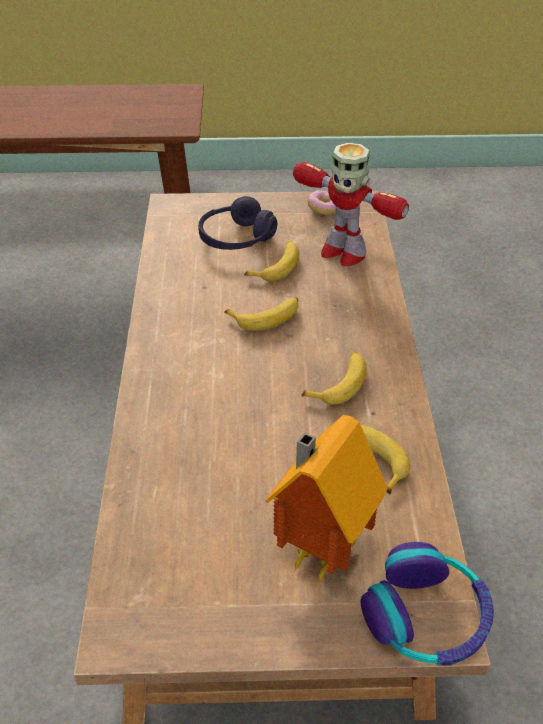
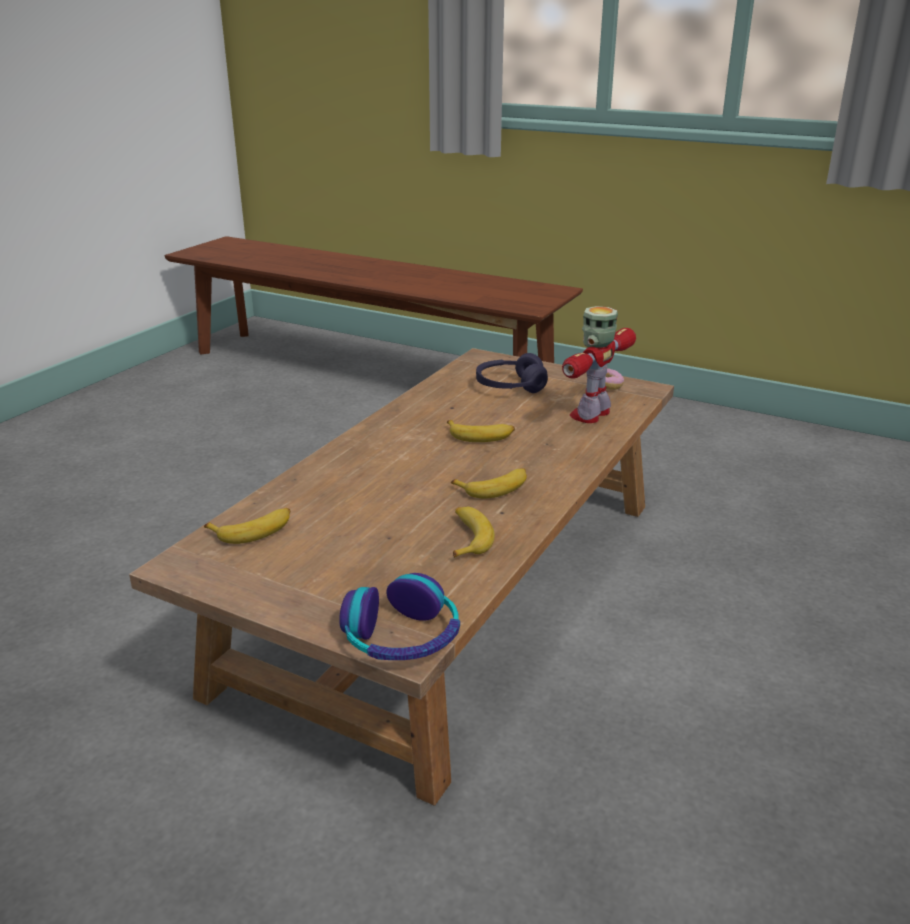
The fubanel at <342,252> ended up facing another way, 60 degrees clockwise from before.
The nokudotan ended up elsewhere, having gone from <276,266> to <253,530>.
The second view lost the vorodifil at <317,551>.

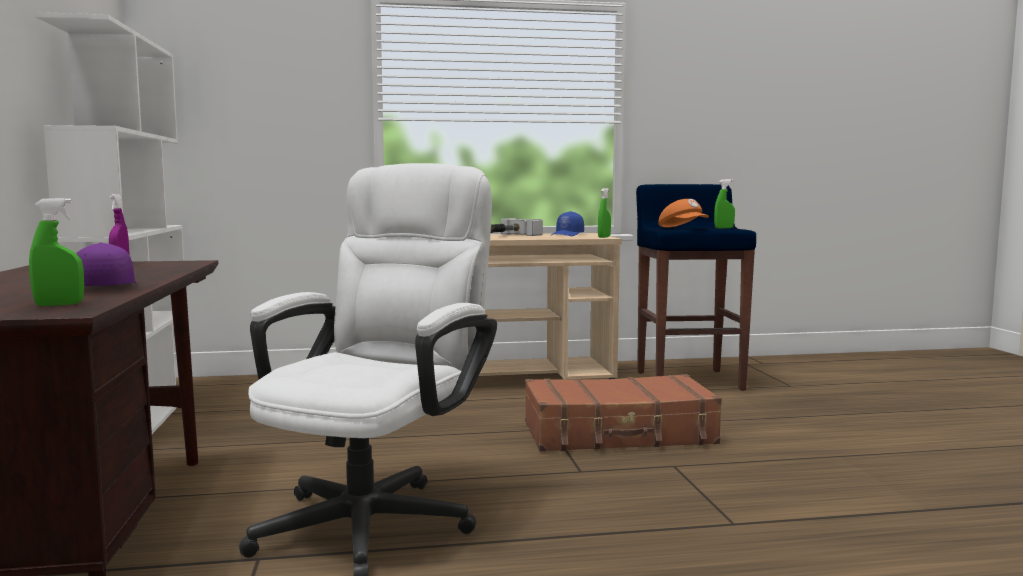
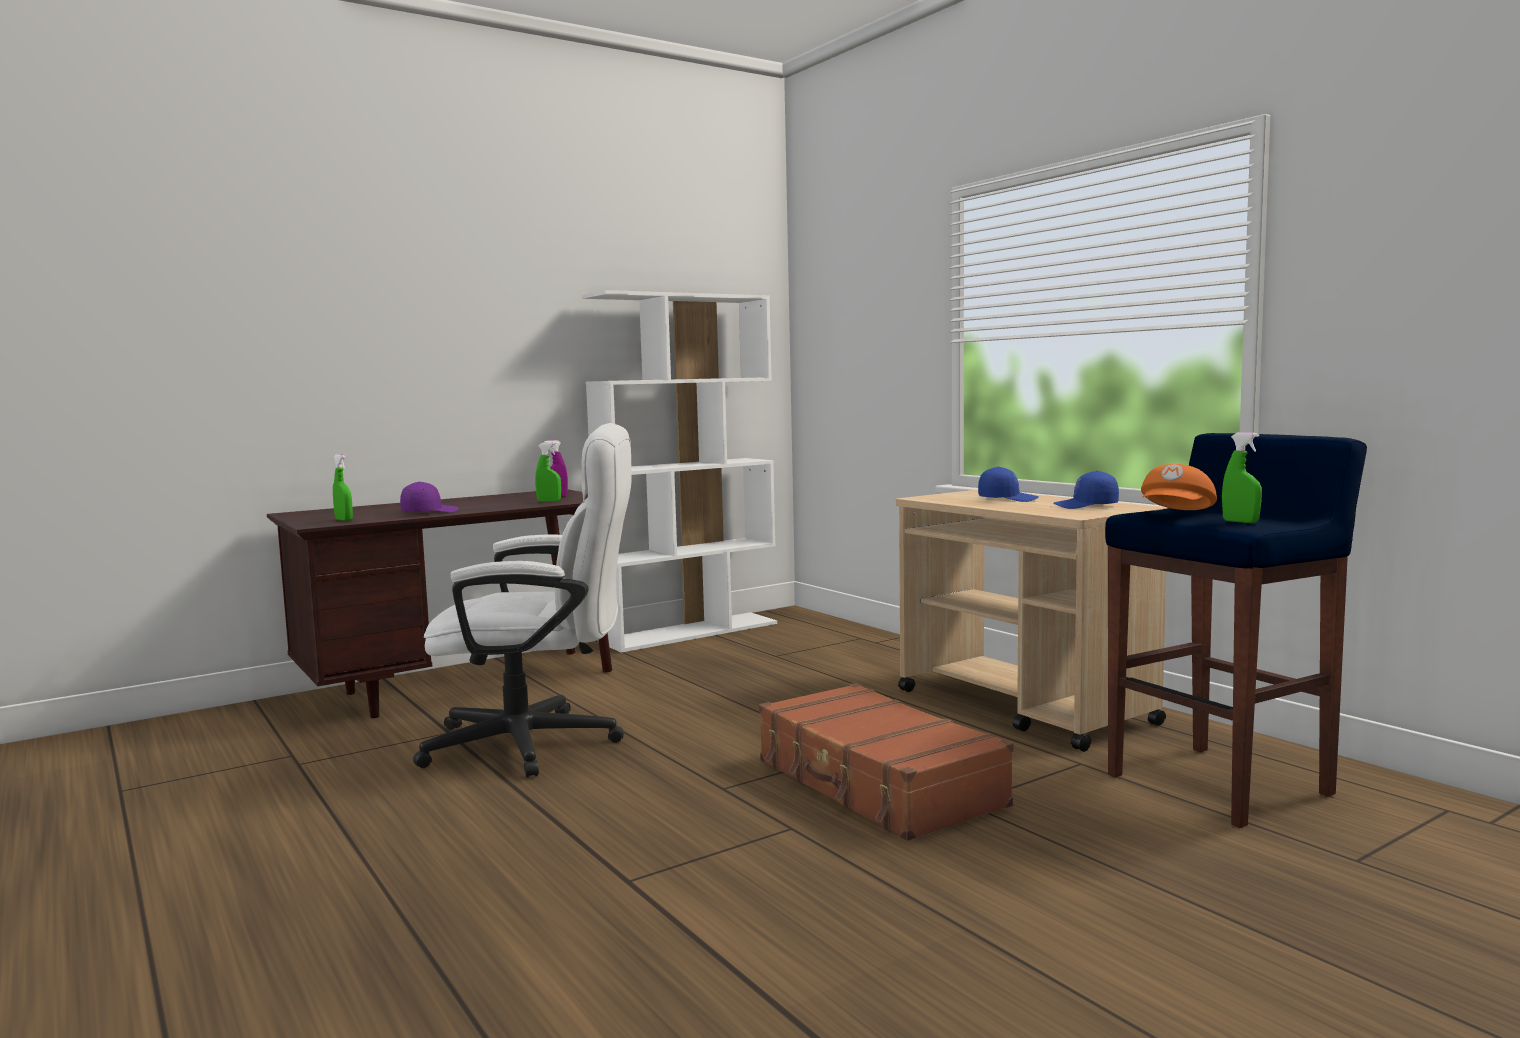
The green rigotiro ended up elsewhere, having gone from <604,237> to <549,501>.
Where the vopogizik stood at <506,236>, the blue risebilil came to stand at <1007,499>.

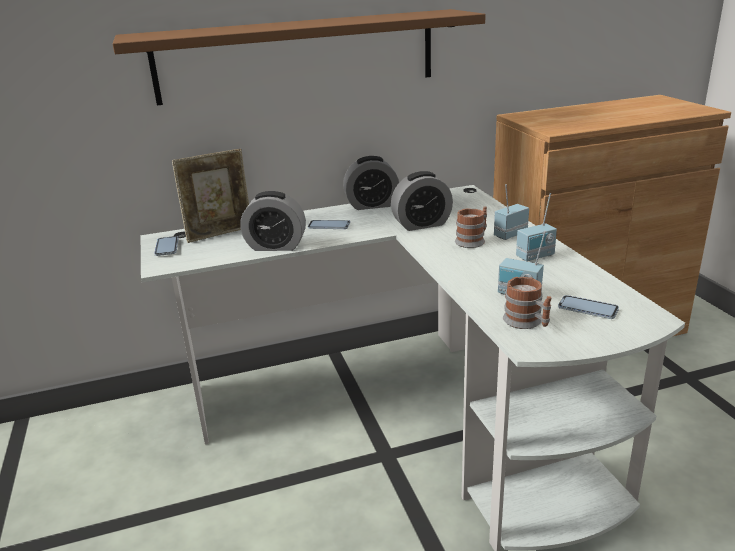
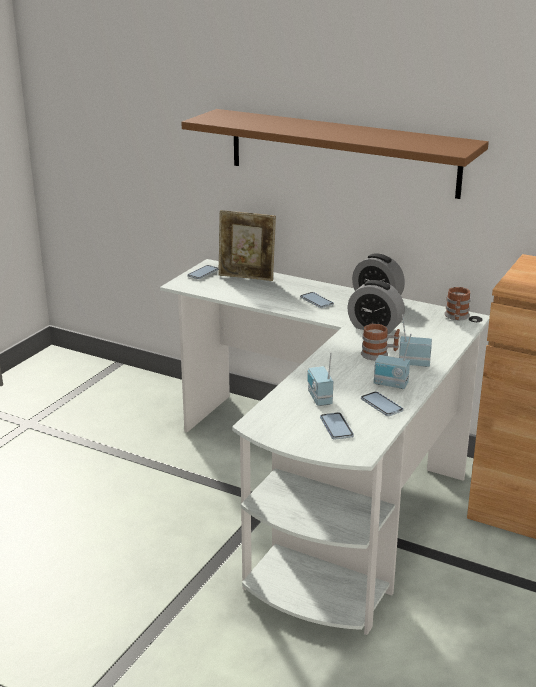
The second view lost the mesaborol at <276,246>.
The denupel ended up elsewhere, having gone from <527,322> to <456,317>.
The second view gained the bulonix at <381,405>.

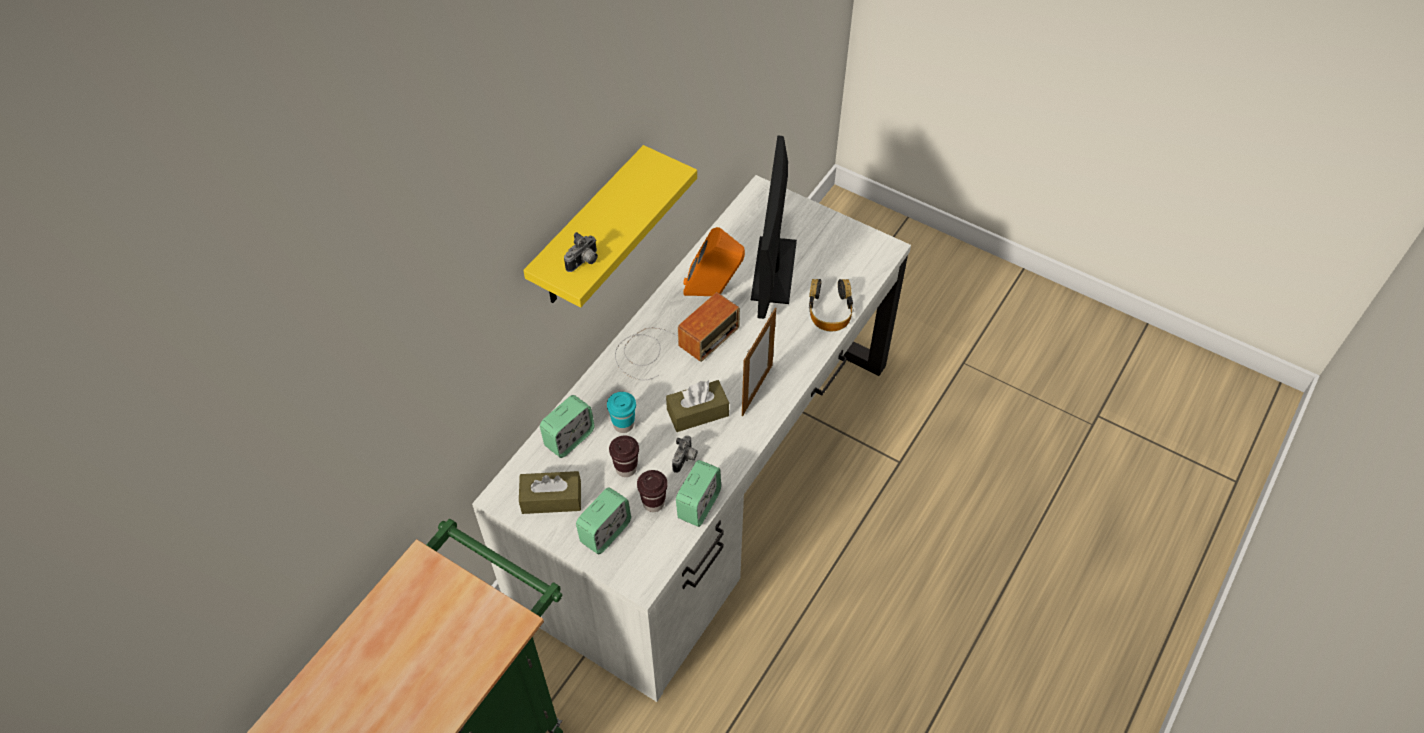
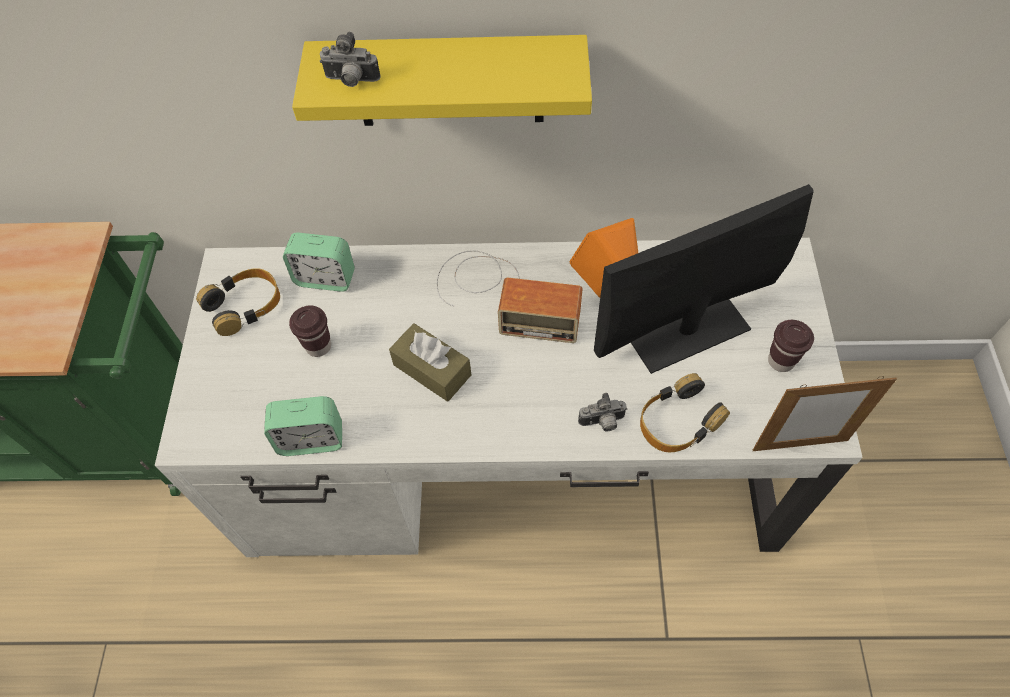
The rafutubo ended up elsewhere, having gone from <757,390> to <800,445>.
The second view lost the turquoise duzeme at <623,424>.
The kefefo ended up elsewhere, having gone from <685,459> to <602,423>.
The brown duzeme ended up elsewhere, having gone from <653,503> to <781,361>.
Where the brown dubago stood at <551,499>, the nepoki came to stand at <245,305>.
The second view lost the mesaborol at <605,532>.

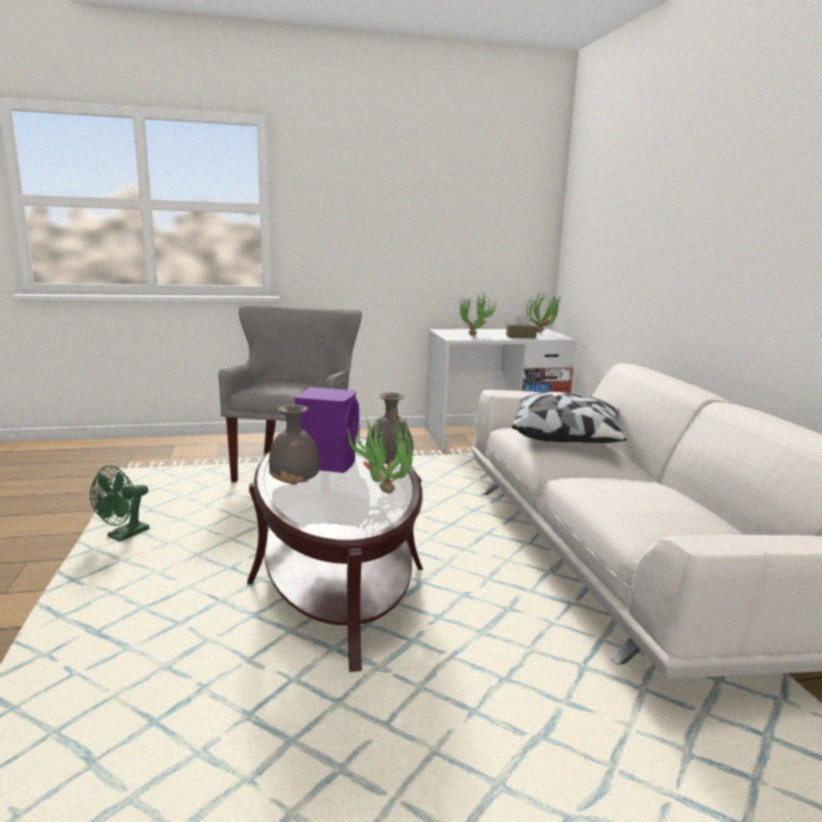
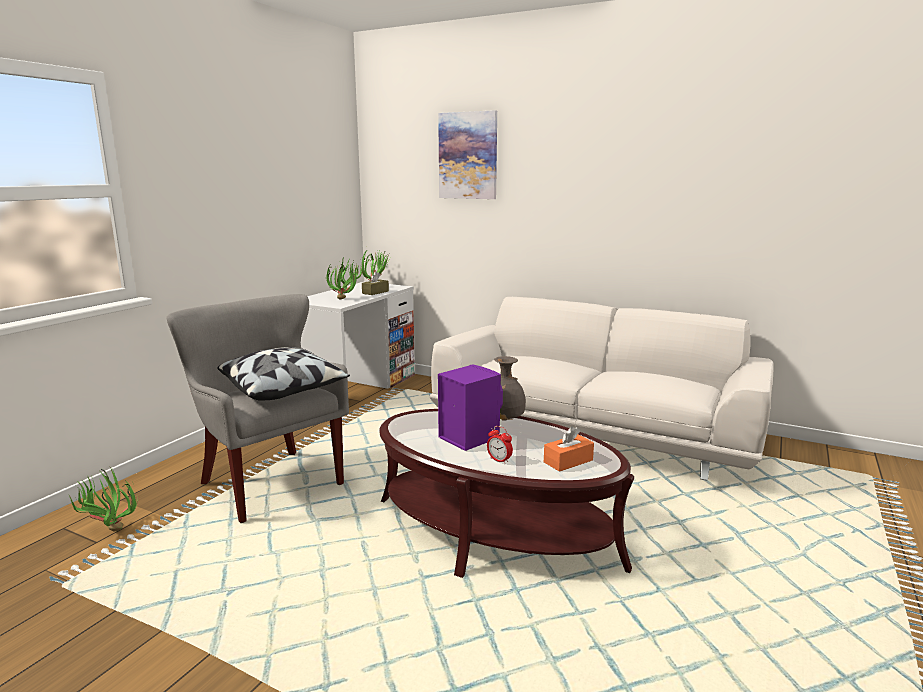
The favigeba ended up elsewhere, having gone from <567,437> to <284,390>.
Where the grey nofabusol stood at <295,484>, the mesaborol came to stand at <499,460>.
The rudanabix ended up elsewhere, having gone from <381,489> to <109,530>.
The second view lost the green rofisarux at <123,536>.
The second view gained the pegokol at <468,156>.
The second view gained the orange dubago at <568,461>.

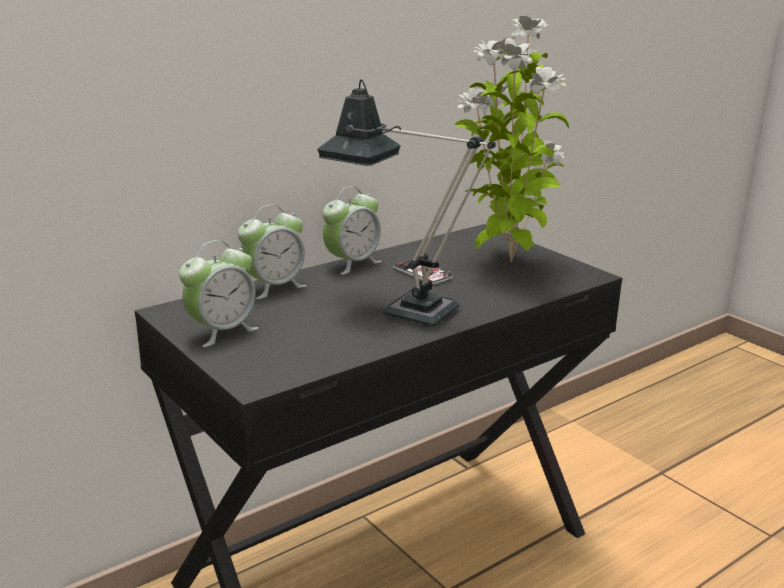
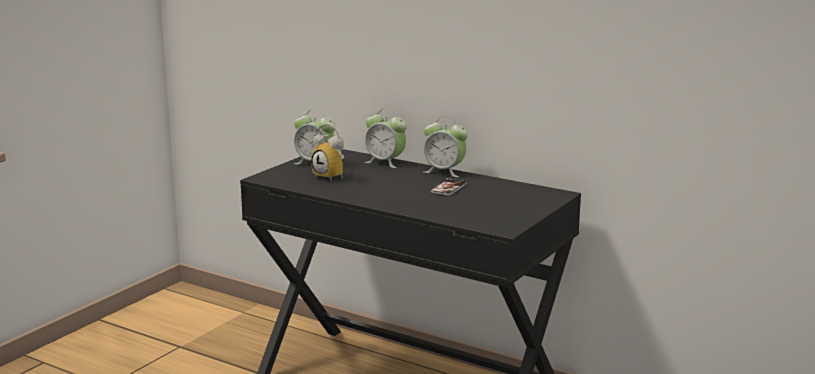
The second view lost the rudanabix at <507,261>.
The second view lost the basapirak at <405,309>.
The second view gained the mesaborol at <332,176>.

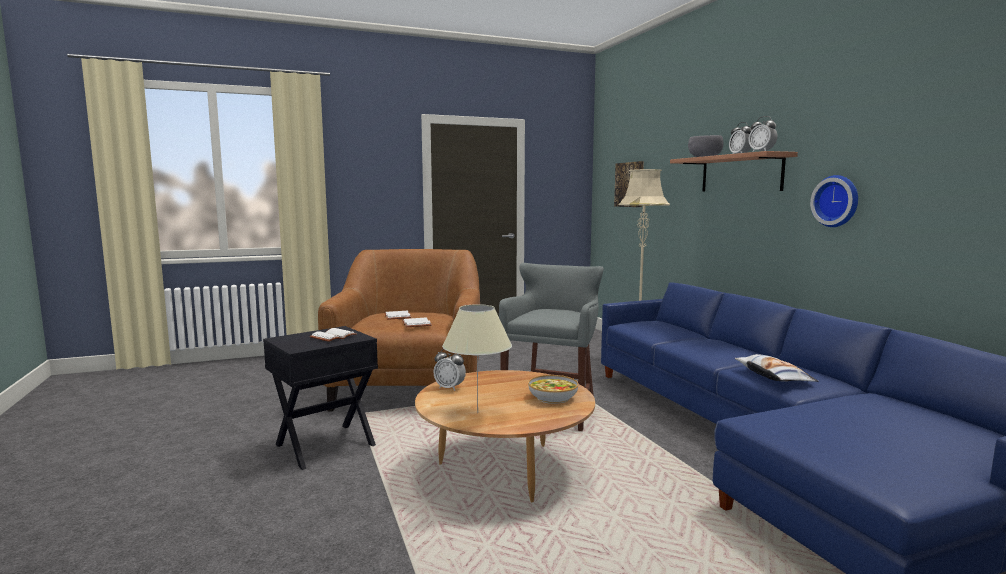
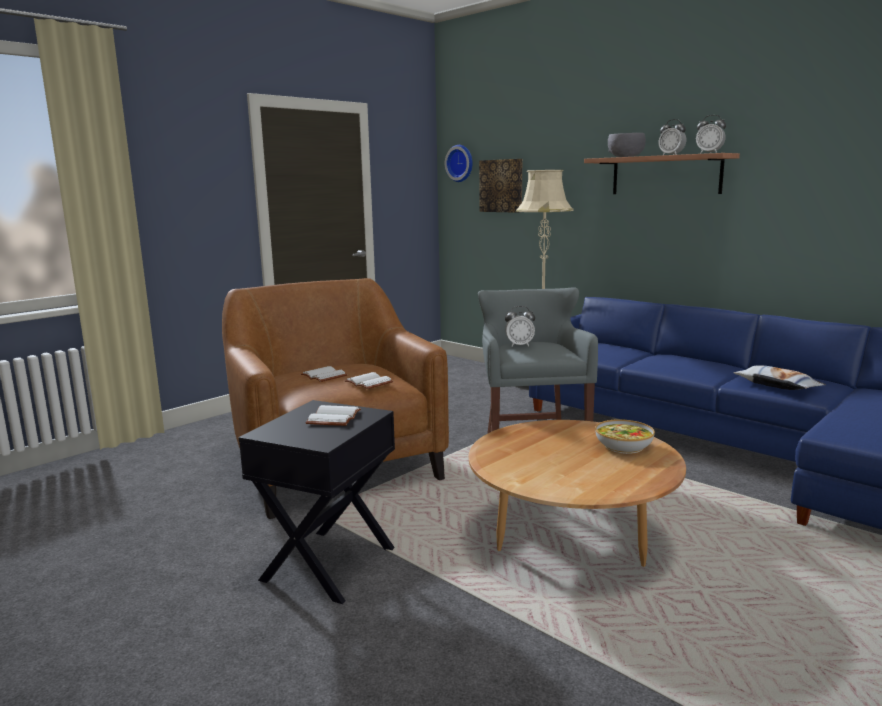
The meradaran ended up elsewhere, having gone from <837,201> to <461,163>.
The second view lost the beige basapirak at <477,413>.
The mesaborol ended up elsewhere, having gone from <449,388> to <519,345>.

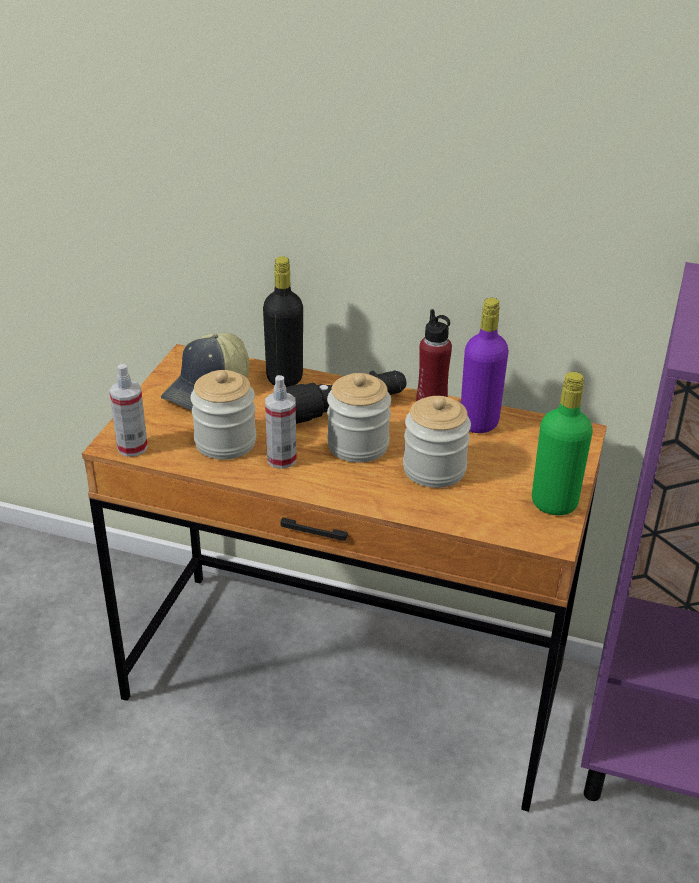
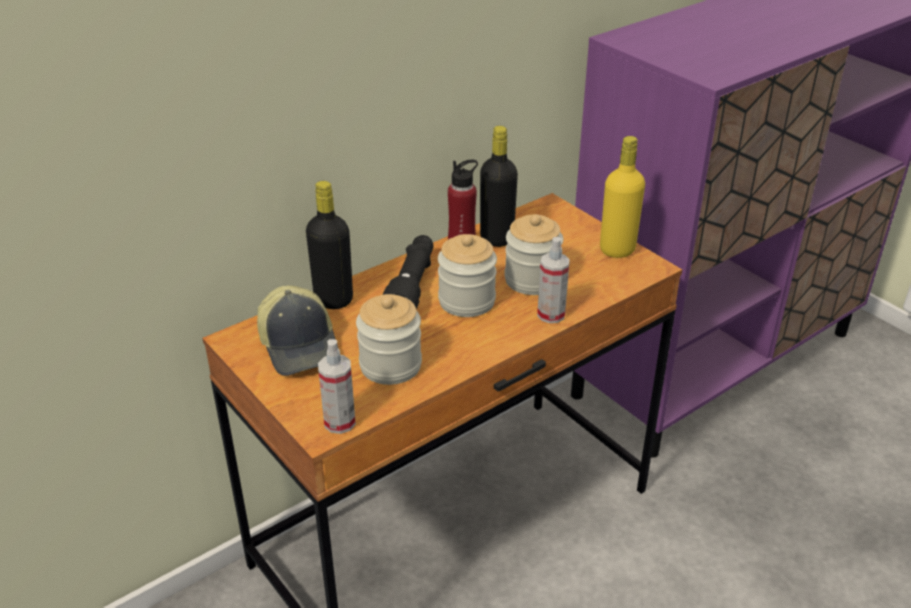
What was the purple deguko at <479,423> turned into the black deguko at <496,238>.
What was the green deguko at <554,503> turned into the yellow deguko at <617,249>.
The rigotiro ended up elsewhere, having gone from <281,459> to <551,314>.

